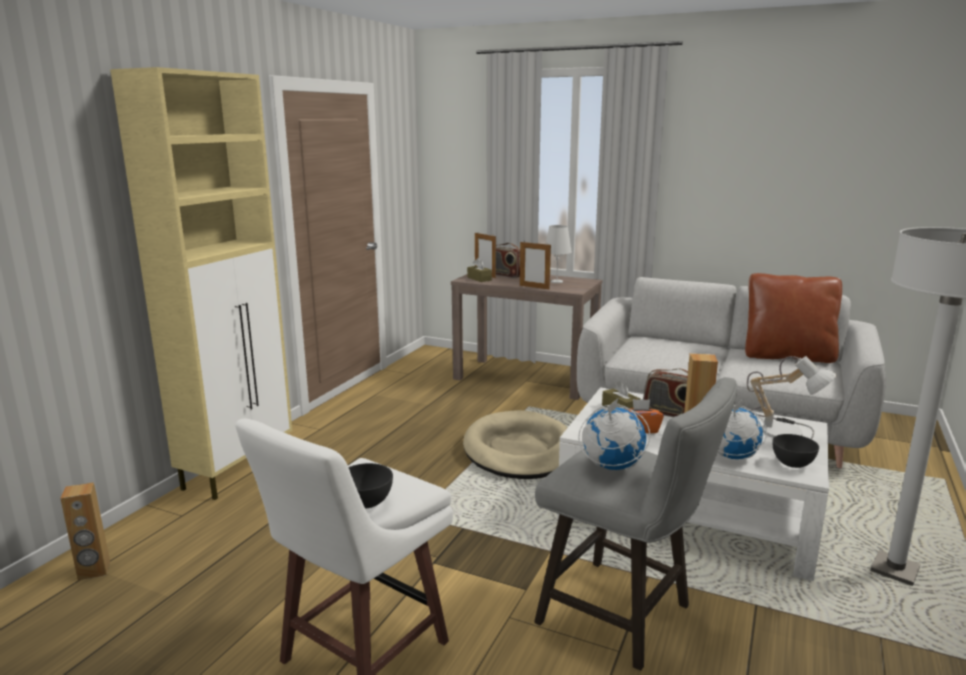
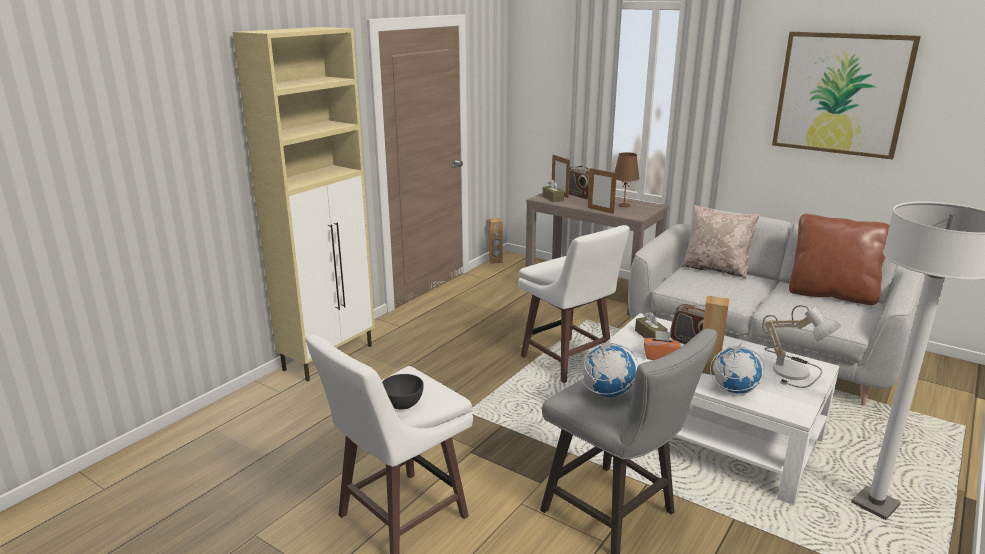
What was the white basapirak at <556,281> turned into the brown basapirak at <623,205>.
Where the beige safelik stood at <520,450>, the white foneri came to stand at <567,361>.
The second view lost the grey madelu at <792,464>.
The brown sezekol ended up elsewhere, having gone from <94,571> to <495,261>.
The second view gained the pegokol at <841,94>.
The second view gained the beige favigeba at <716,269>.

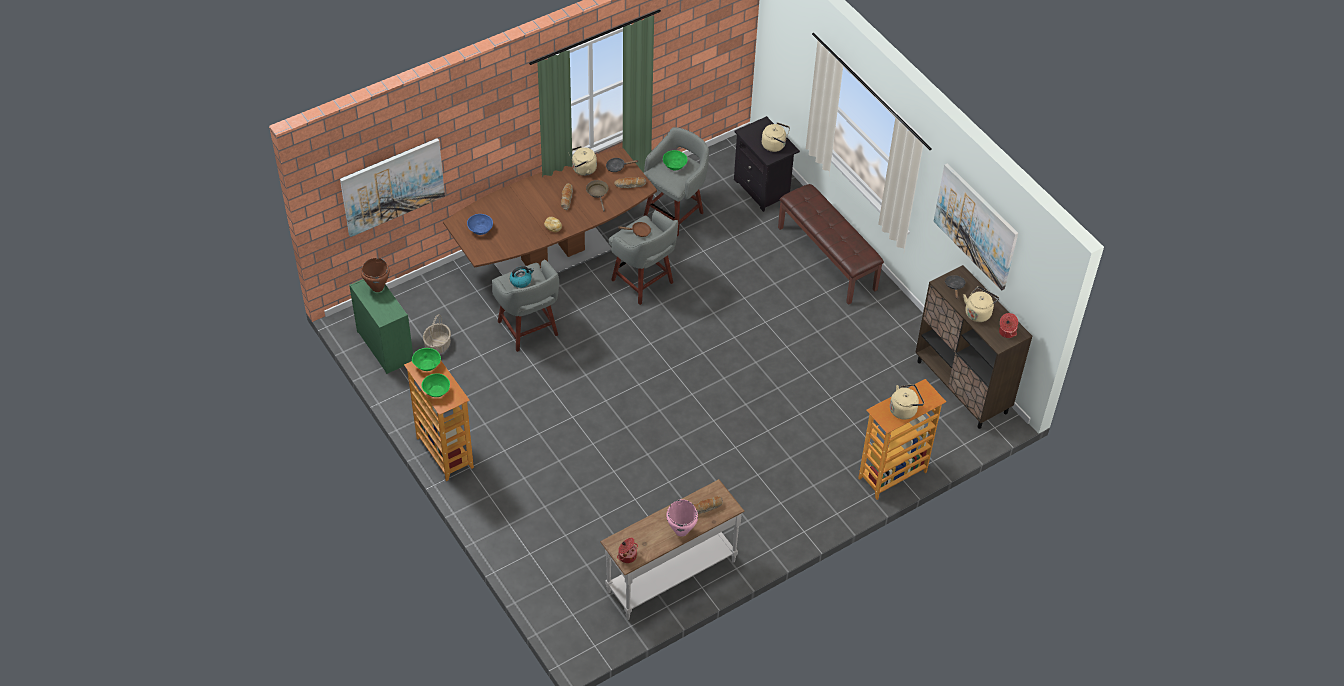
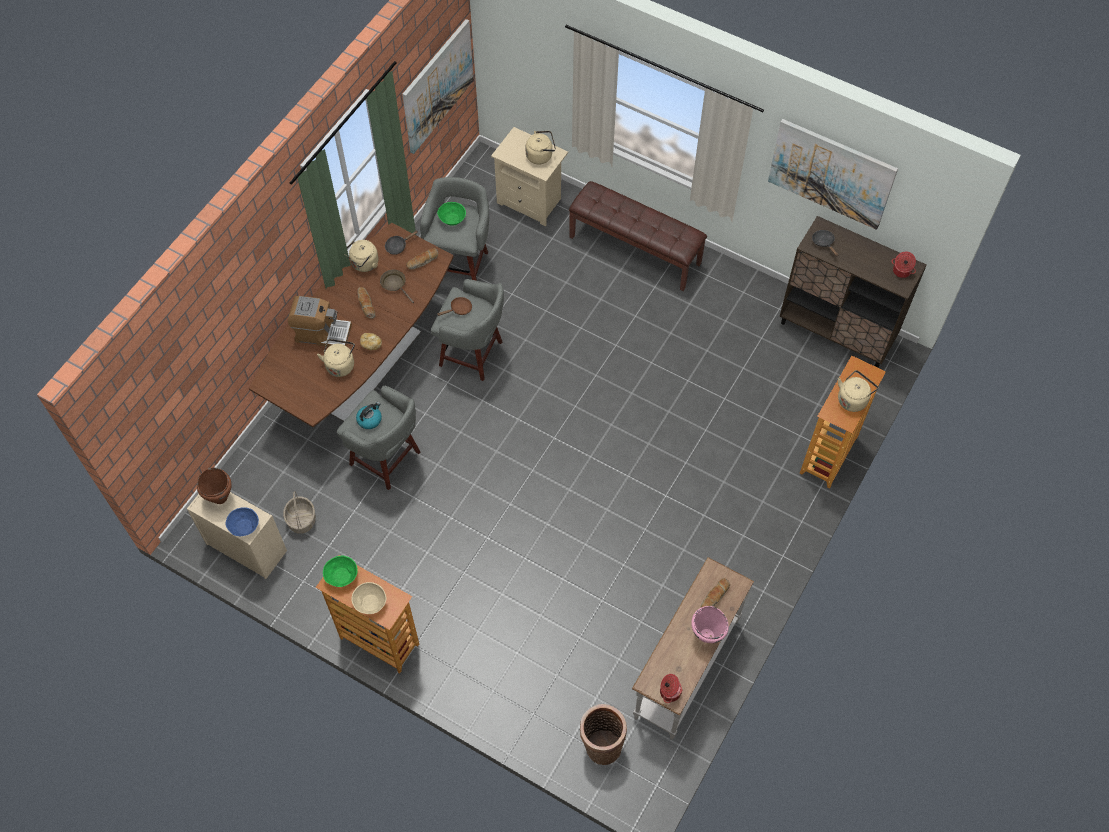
What was the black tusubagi at <763,189> turned into the beige tusubagi at <531,201>.
The pegokol ended up elsewhere, having gone from <392,186> to <437,86>.
The blue madelu ended up elsewhere, having gone from <480,230> to <244,527>.
What was the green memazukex at <384,345> turned into the beige memazukex at <245,547>.
The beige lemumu ended up elsewhere, having gone from <978,312> to <340,364>.
What was the green madelu at <437,391> turned into the beige madelu at <370,602>.
The second view gained the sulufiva at <322,333>.
The second view gained the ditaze at <601,745>.

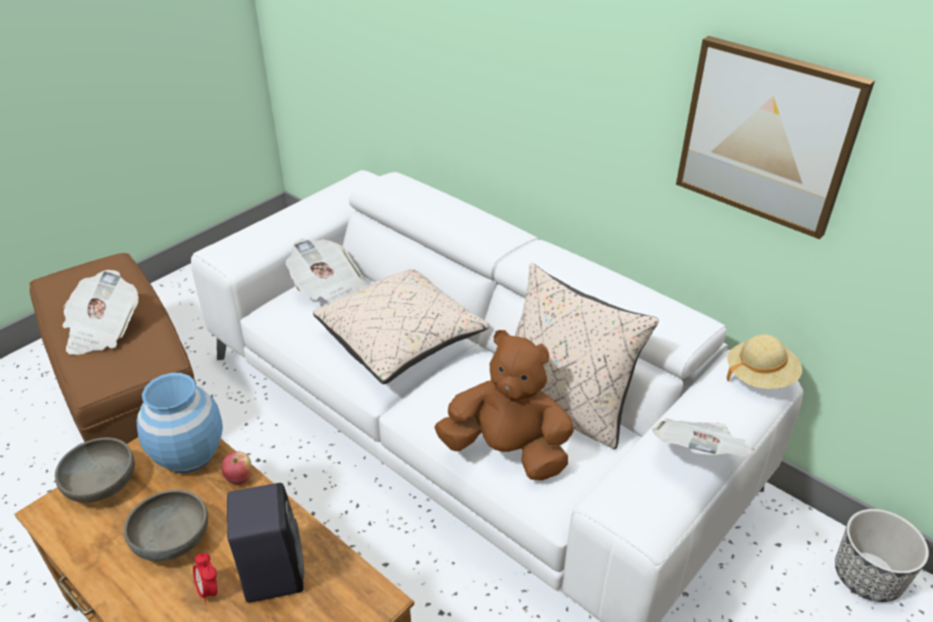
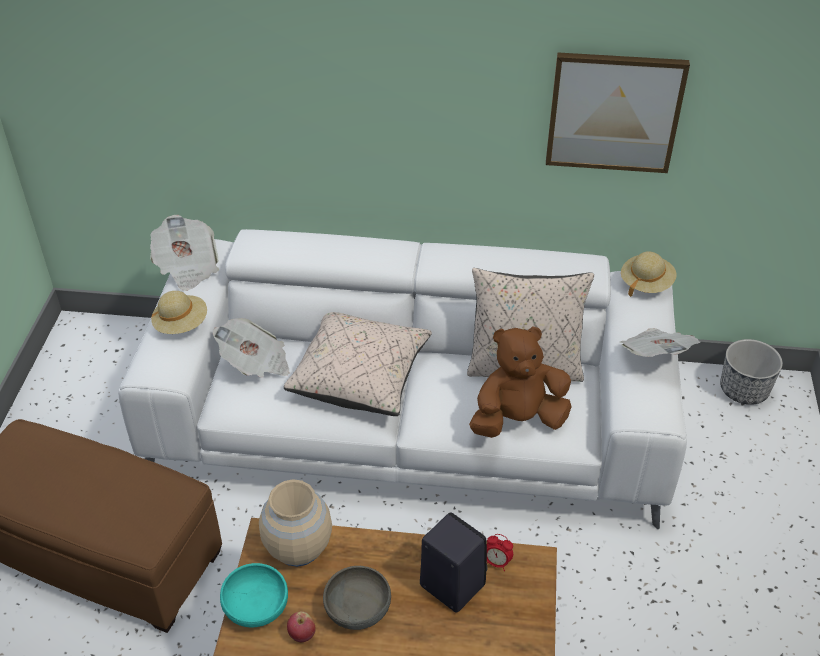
The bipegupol ended up elsewhere, having gone from <102,330> to <187,267>.
What was the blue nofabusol at <189,454> turned into the beige nofabusol at <298,547>.
What was the grey madelu at <102,484> turned into the turquoise madelu at <256,606>.
The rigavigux ended up elsewhere, having gone from <239,478> to <302,635>.
The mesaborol ended up elsewhere, having gone from <209,590> to <497,562>.
The second view gained the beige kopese at <181,324>.

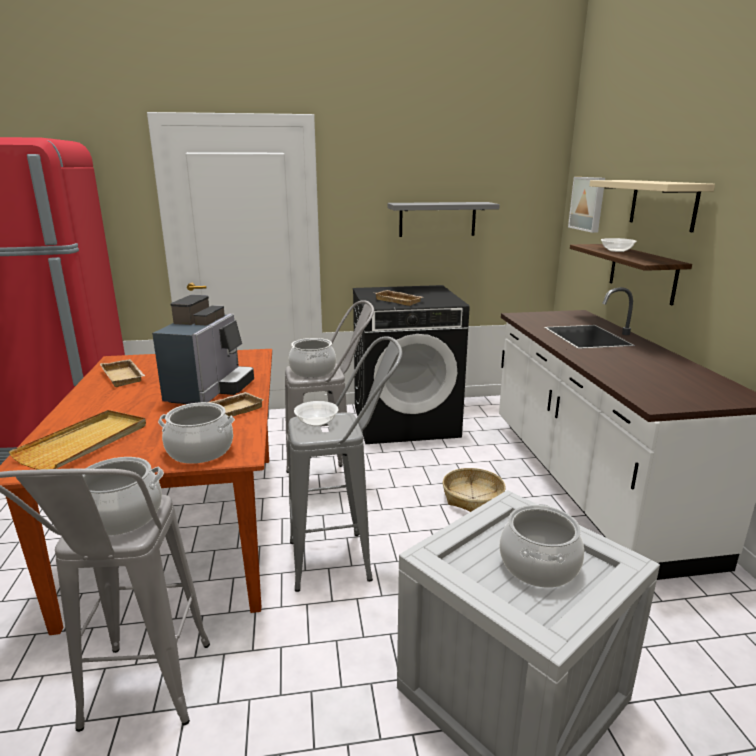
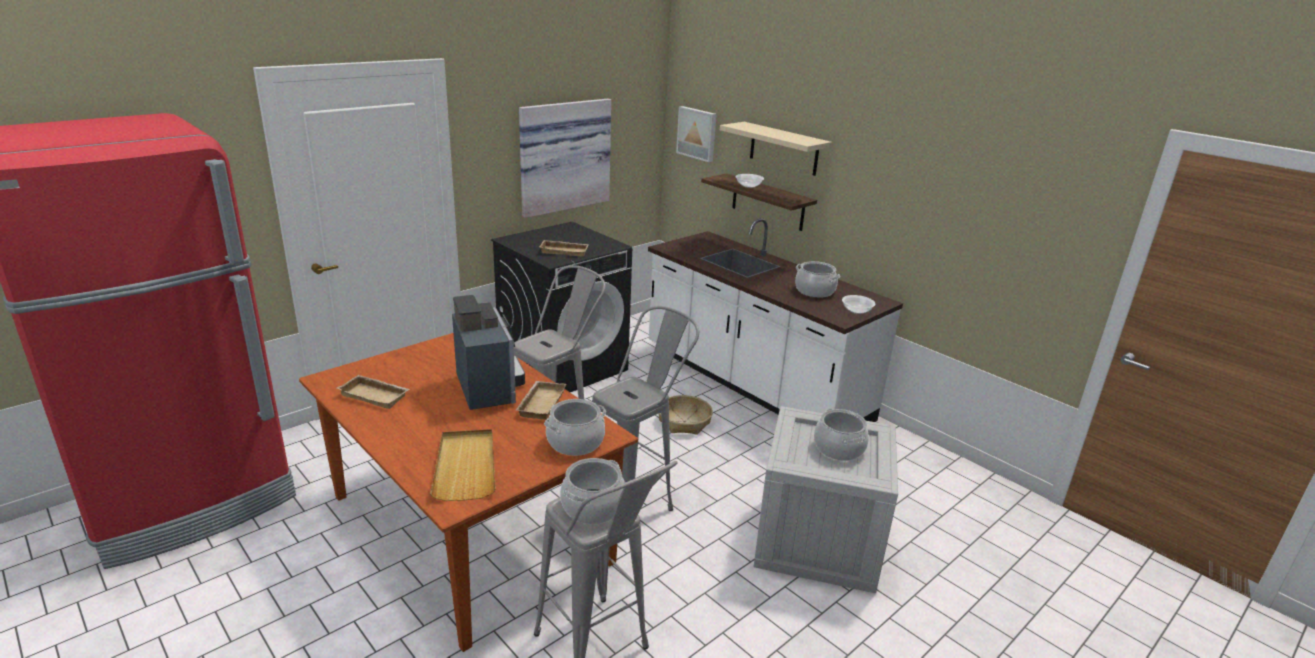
Where the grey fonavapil hung at <437,219>, the pegokol came to hang at <563,156>.
The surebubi ended up elsewhere, having gone from <312,371> to <814,291>.
The madelu ended up elsewhere, having gone from <317,422> to <857,310>.

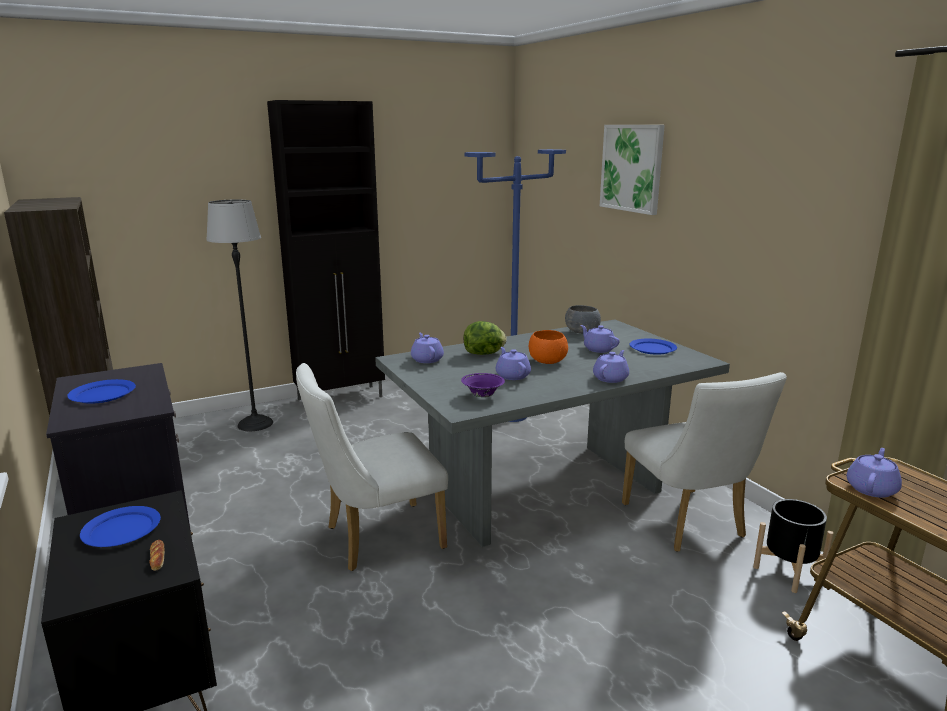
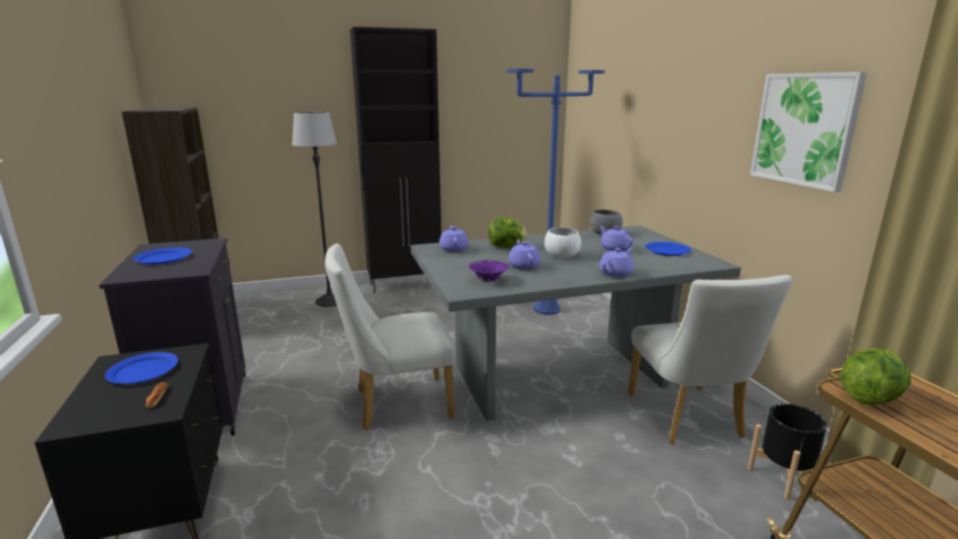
The pegokol ended up elsewhere, having gone from <632,168> to <804,129>.
What was the orange madelu at <547,361> turned into the white madelu at <561,256>.
Where the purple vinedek stood at <871,488>, the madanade came to stand at <869,398>.

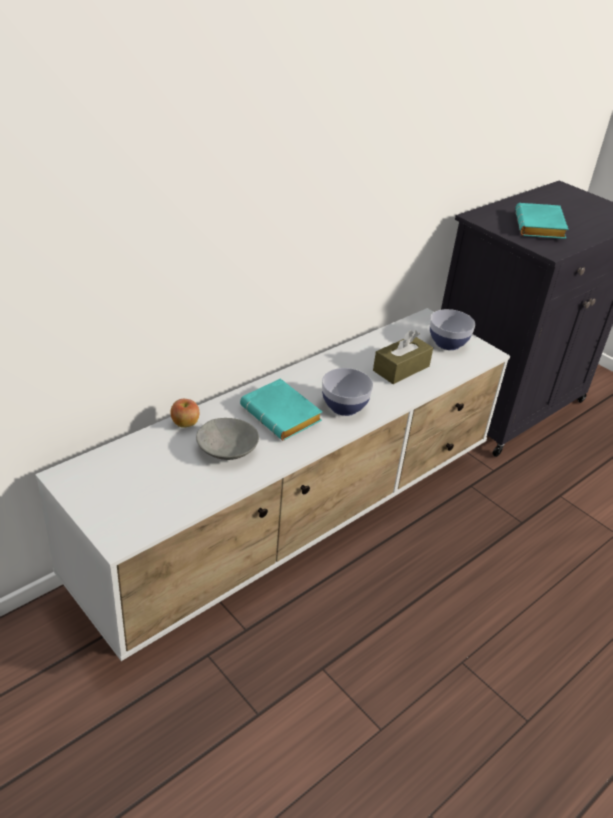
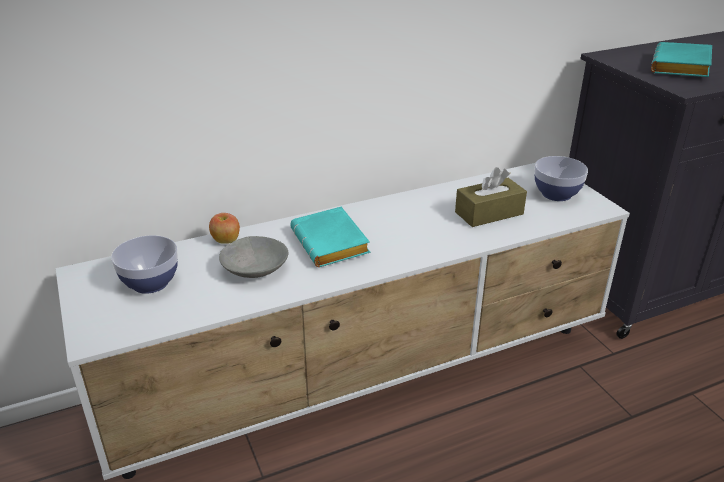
The madelu ended up elsewhere, having gone from <344,407> to <150,283>.

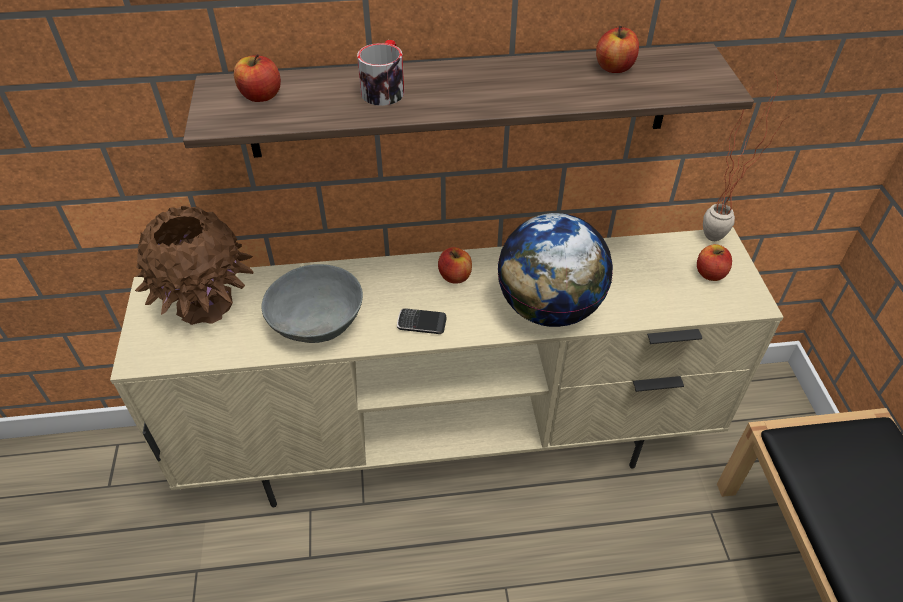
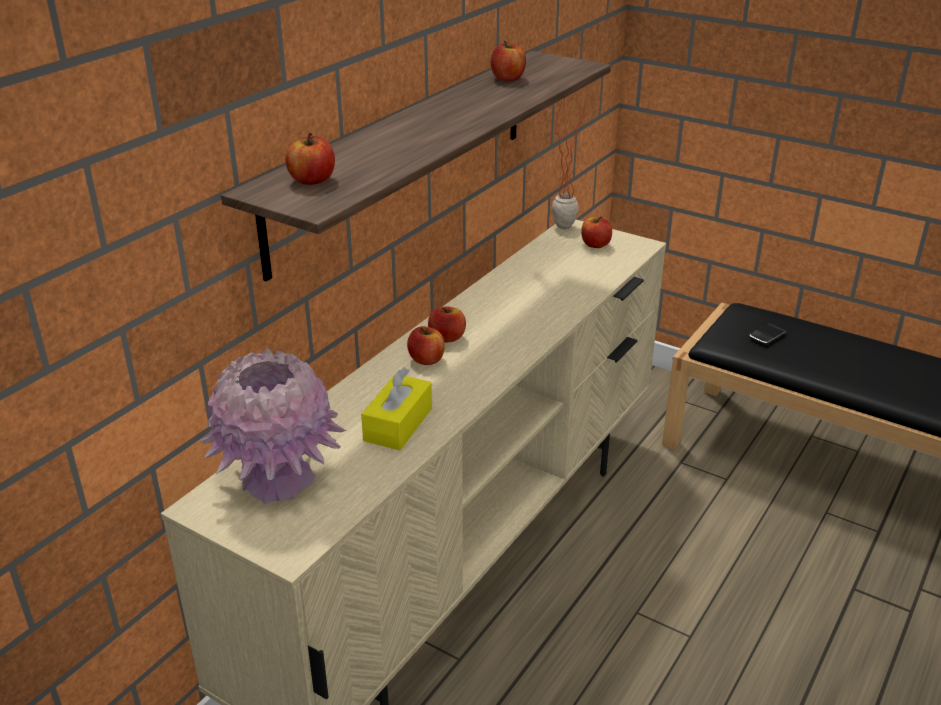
The second view lost the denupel at <385,88>.
What was the brown nofabusol at <206,304> turned into the pink nofabusol at <278,479>.
The second view lost the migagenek at <548,308>.
Where the grey madelu stood at <318,321>, the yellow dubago came to stand at <398,424>.
The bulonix ended up elsewhere, having gone from <421,323> to <767,336>.
The second view gained the rigavigux at <426,360>.

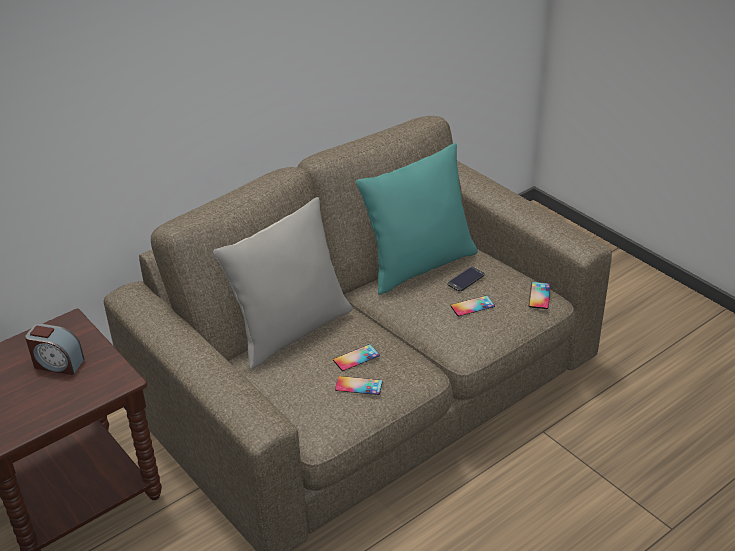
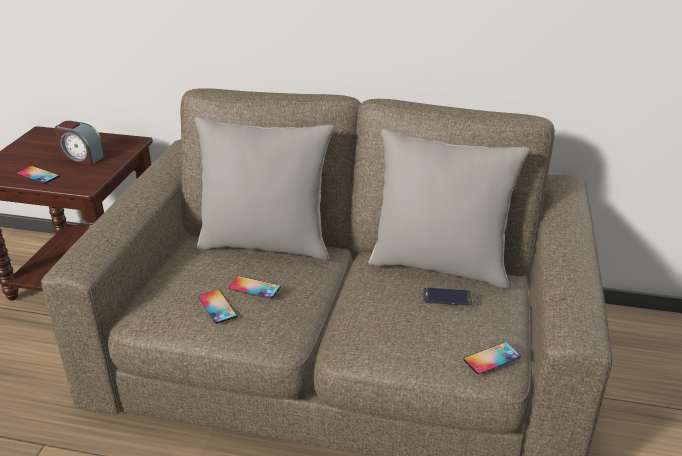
What was the turquoise favigeba at <418,265> turned into the grey favigeba at <439,265>.
The bulonix ended up elsewhere, having gone from <472,306> to <38,175>.
The mesaborol at <58,363> ended up facing another way, 45 degrees counterclockwise from before.

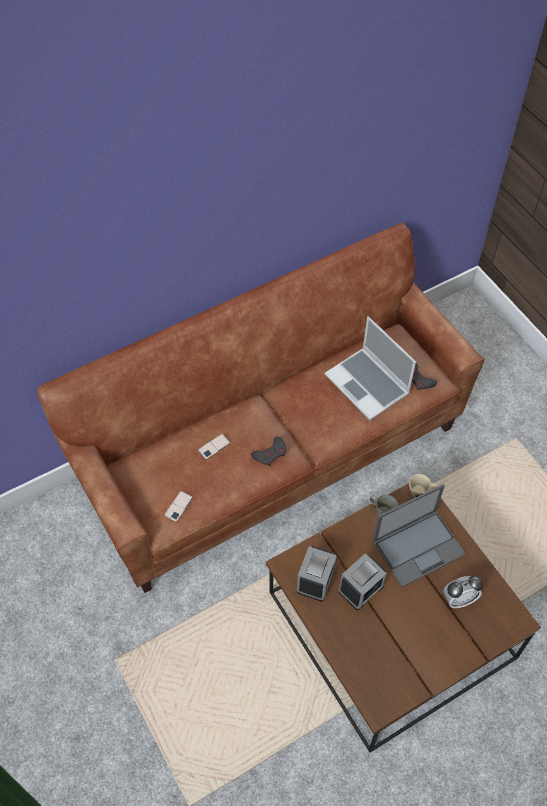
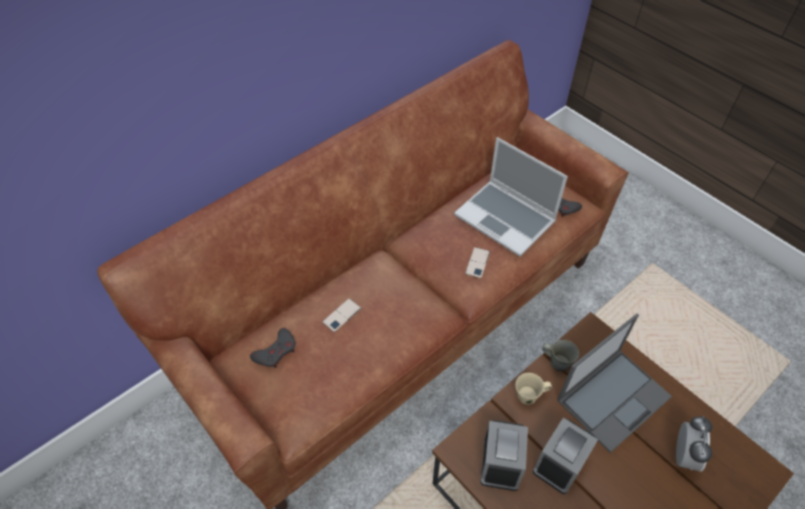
The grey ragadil ended up elsewhere, having gone from <270,453> to <276,351>.
The beige denupel ended up elsewhere, having gone from <419,492> to <528,396>.
The bulonix ended up elsewhere, having gone from <178,506> to <477,263>.
The mesaborol at <459,599> ended up facing another way, 45 degrees counterclockwise from before.

